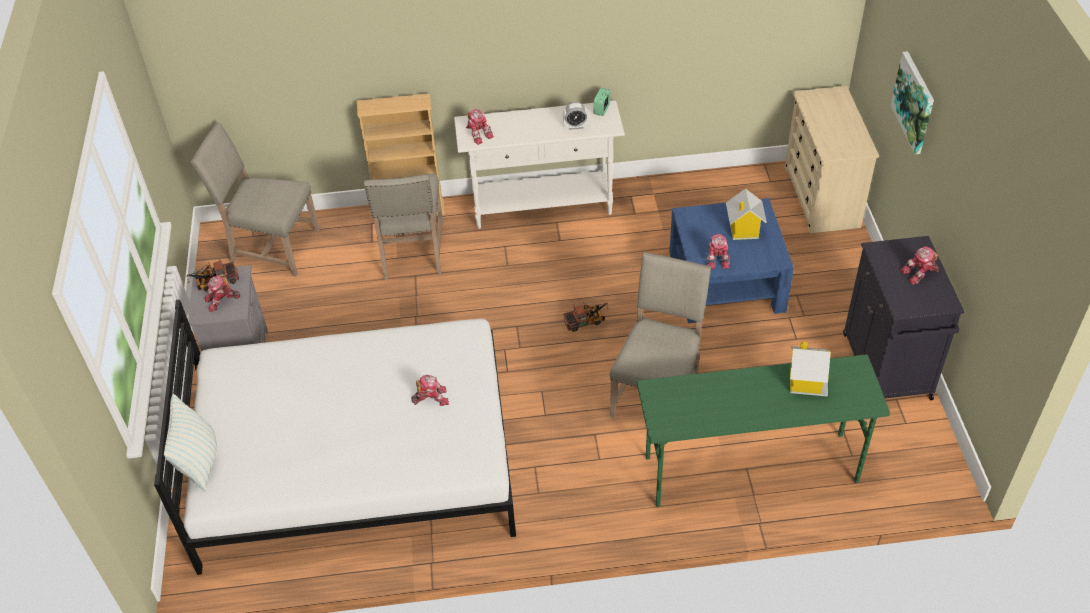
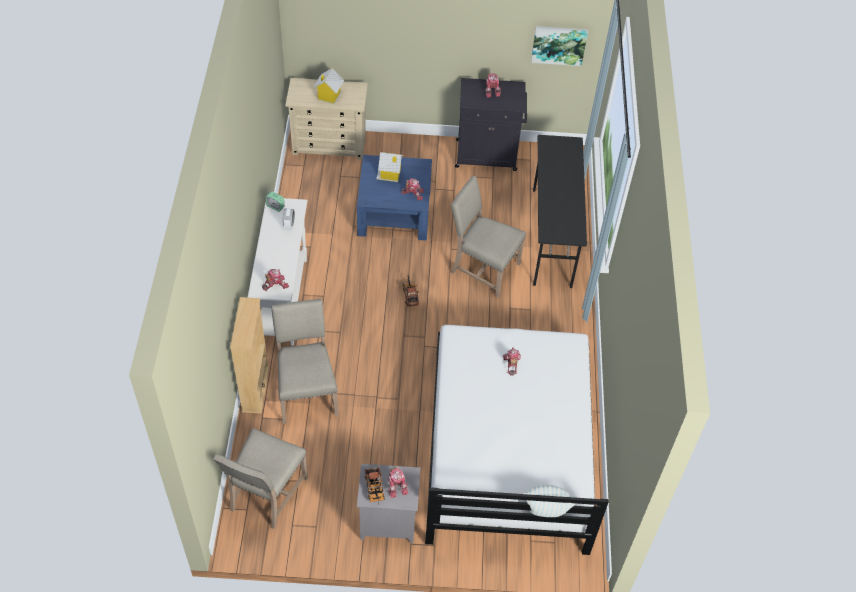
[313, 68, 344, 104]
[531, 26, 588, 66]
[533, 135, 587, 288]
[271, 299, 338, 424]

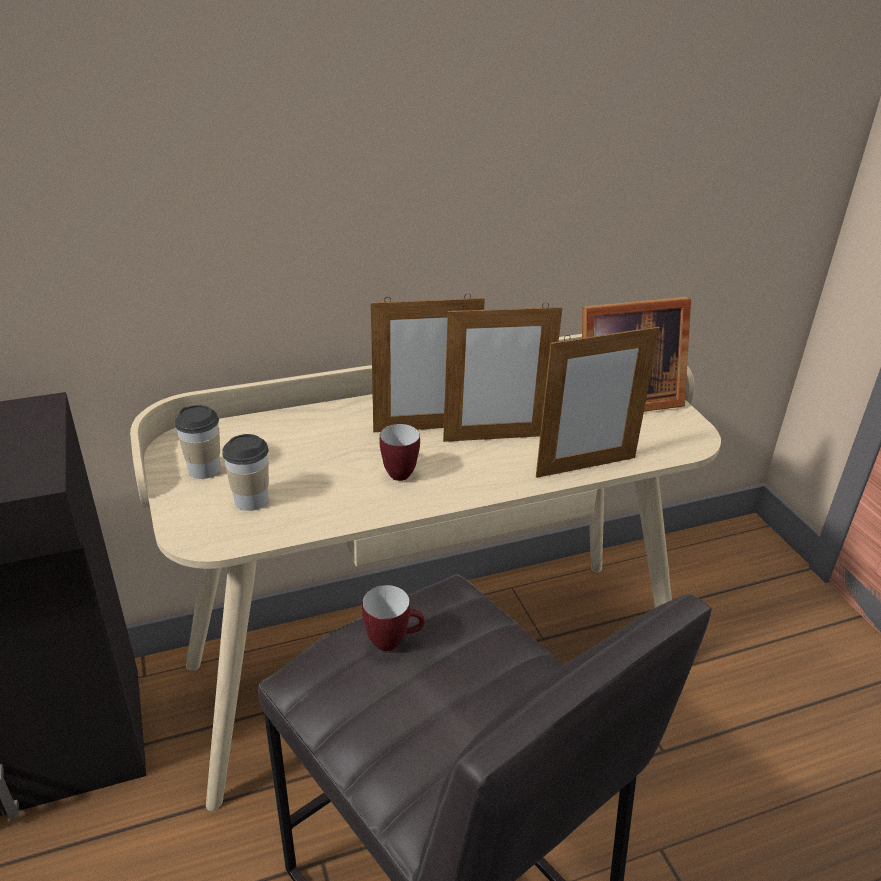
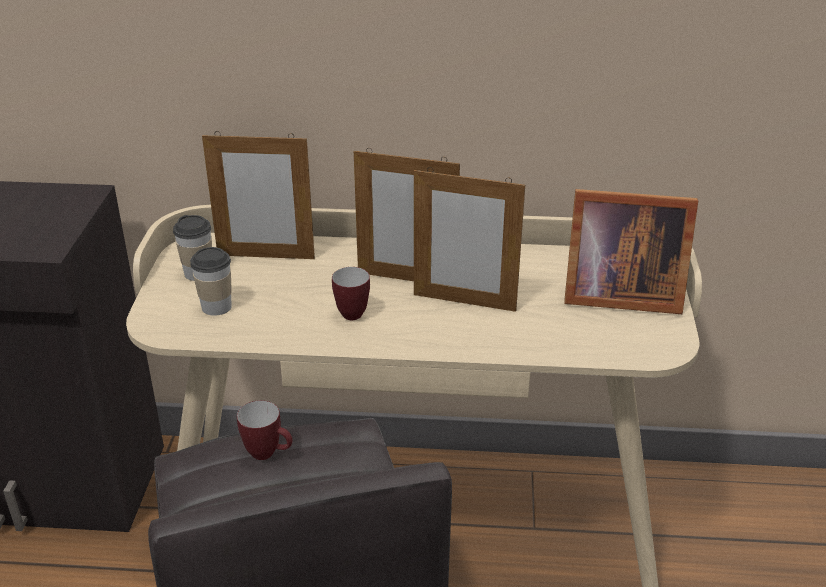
[202, 131, 315, 259]

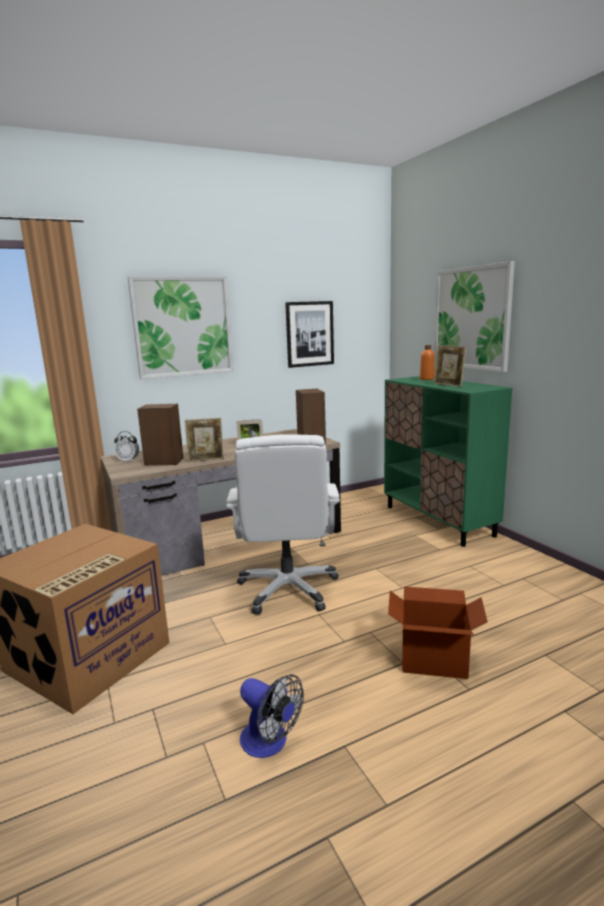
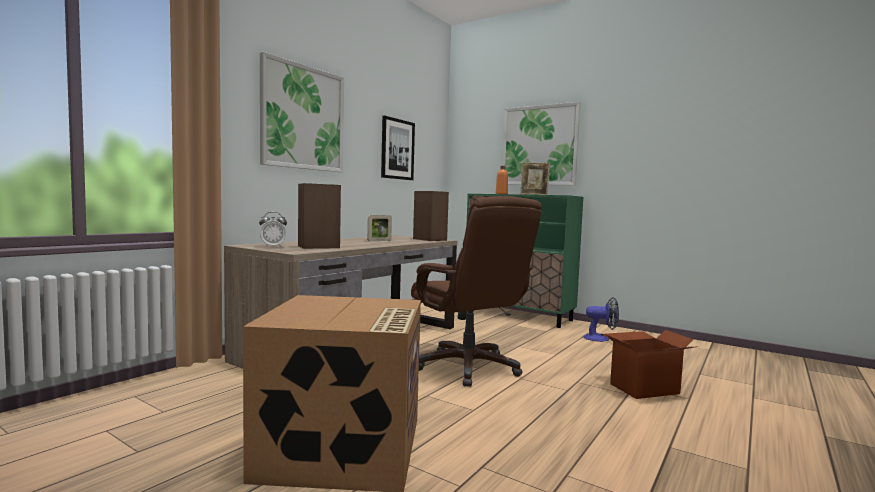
[185, 418, 224, 462] (first image)
[583, 297, 619, 342]
[411, 196, 542, 387]

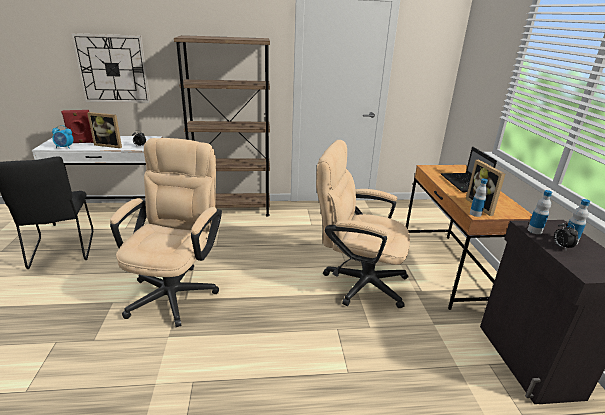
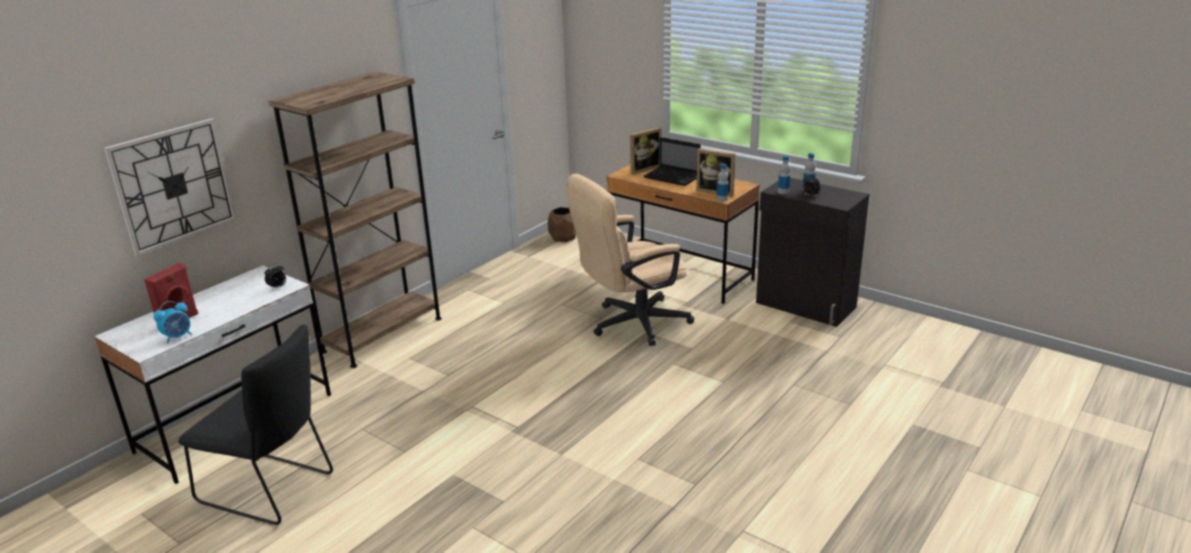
[110, 138, 222, 327] (first image)
[548, 207, 576, 242]
[630, 127, 662, 175]

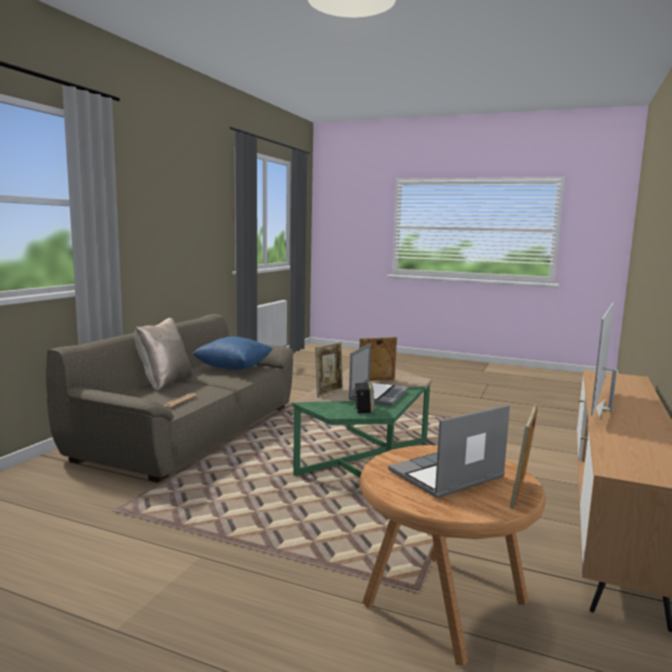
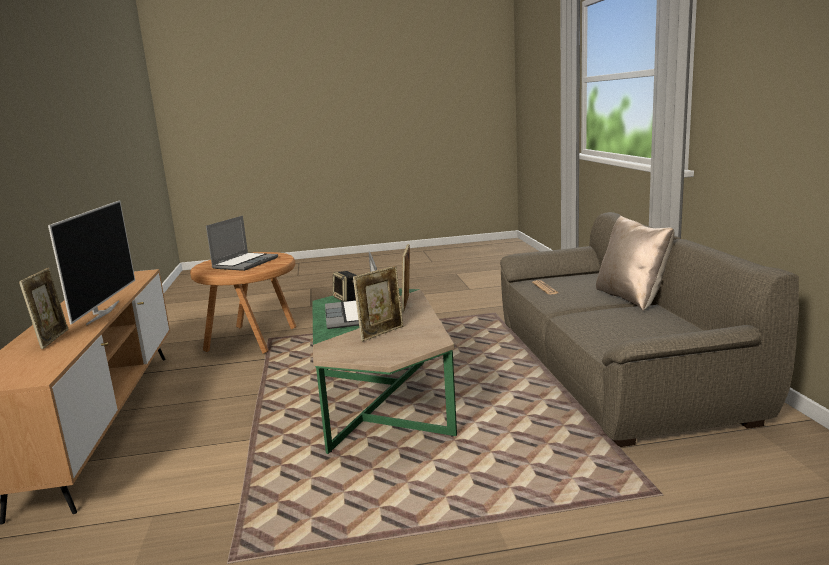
[192, 337, 272, 370] (first image)
[19, 268, 68, 349]

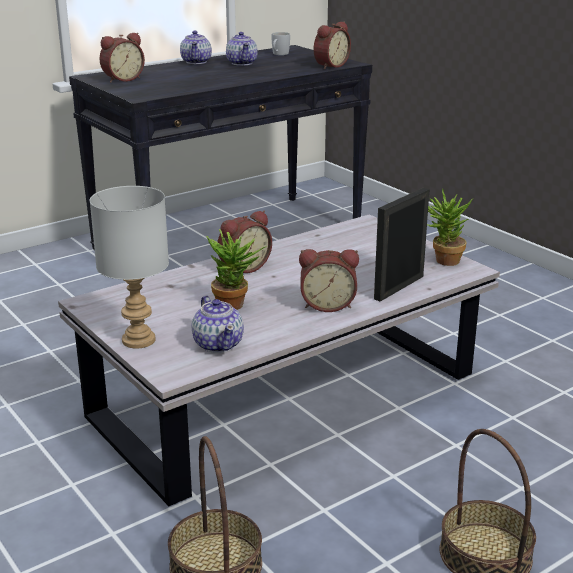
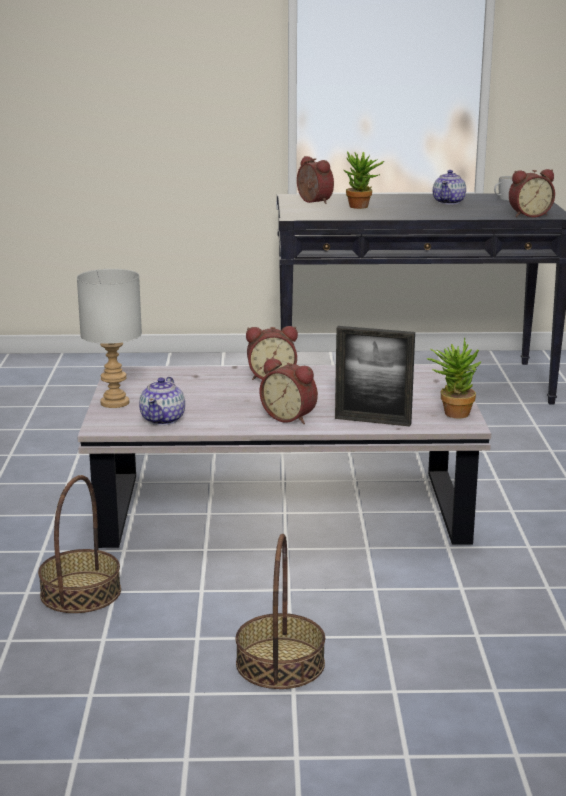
[180, 31, 212, 64] (first image)
[344, 152, 384, 209]
[297, 156, 334, 204]
[335, 326, 415, 427]

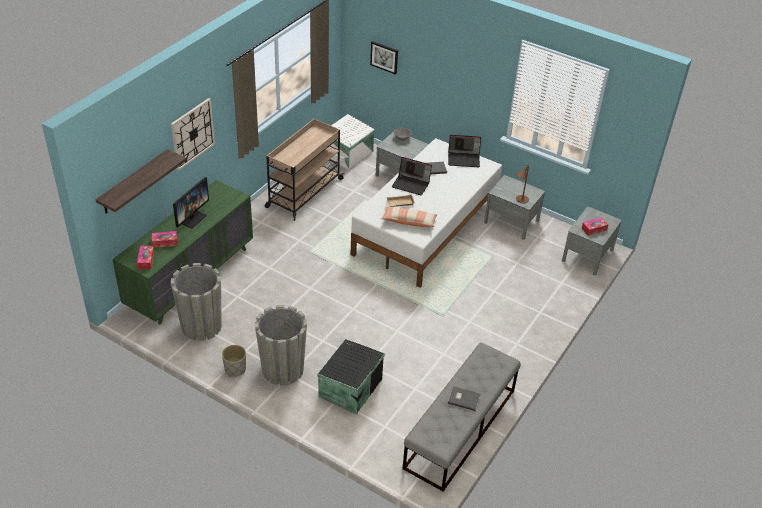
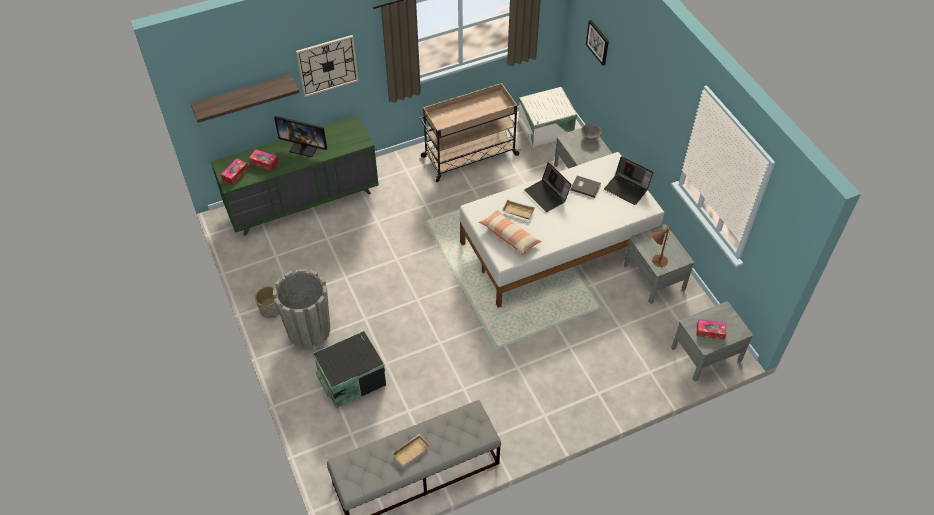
[171, 263, 222, 341] (first image)
[392, 434, 430, 466]
[274, 116, 327, 157]

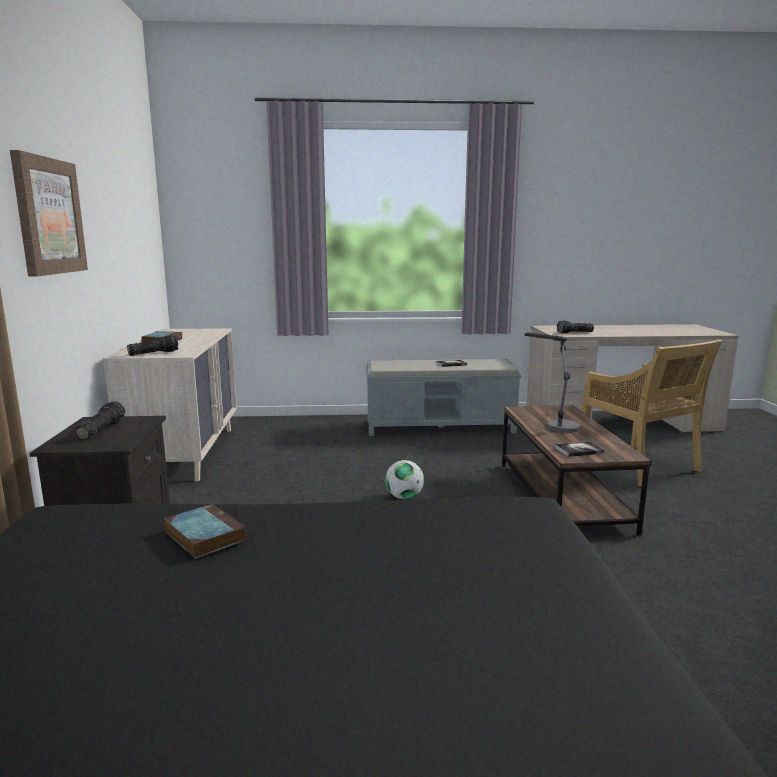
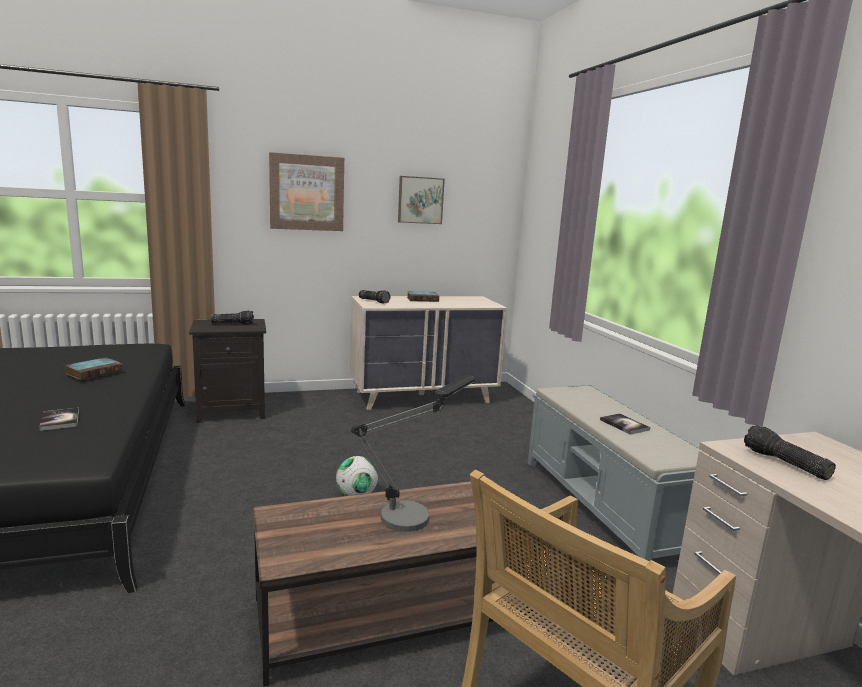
[398, 176, 445, 224]
[39, 408, 79, 431]

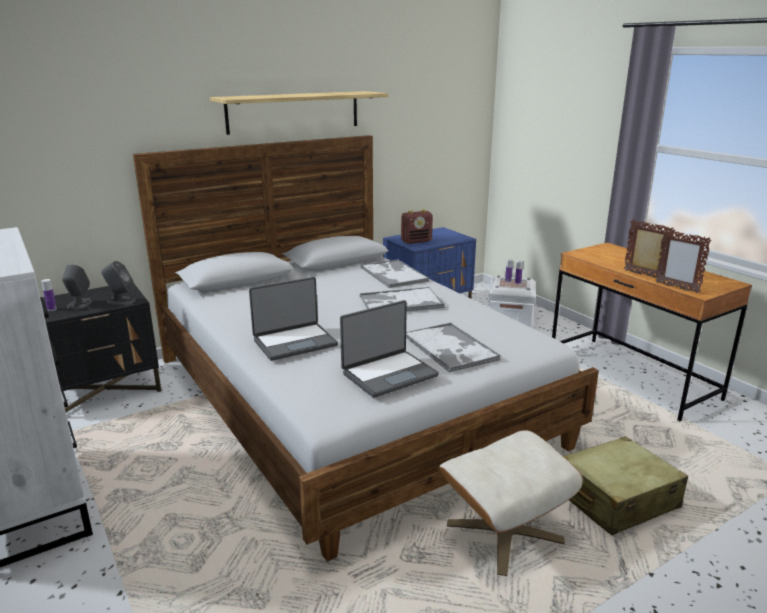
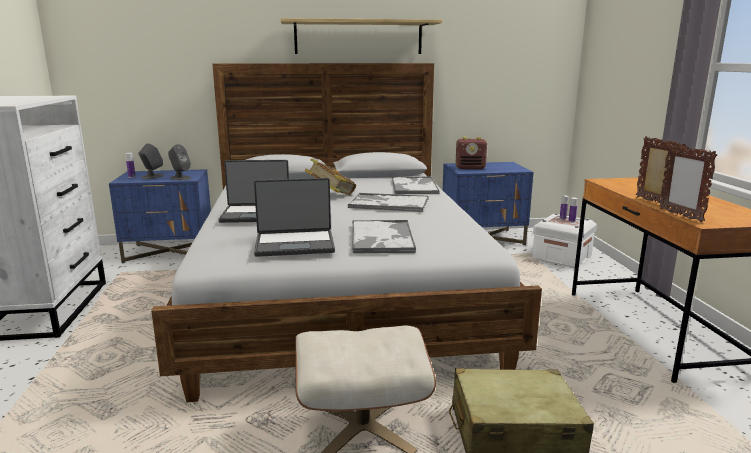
[304, 158, 356, 195]
[109, 169, 211, 263]

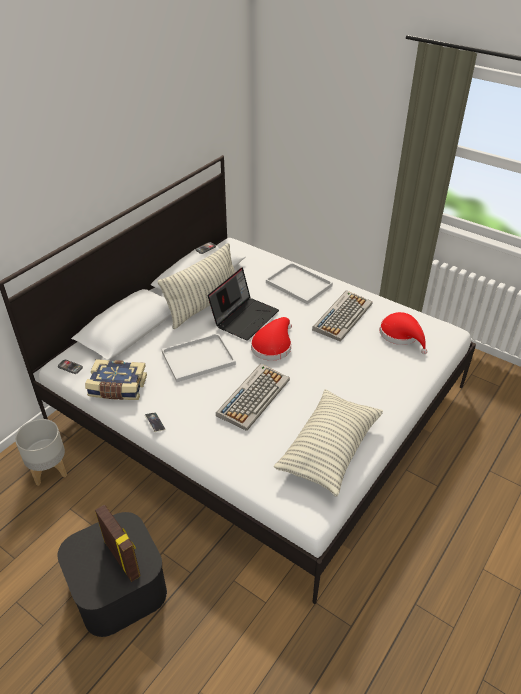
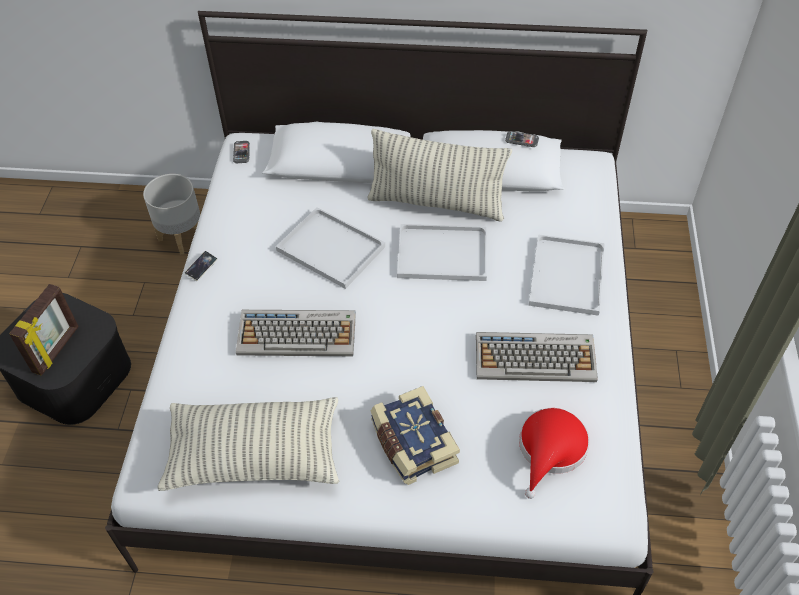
[251, 317, 292, 361] (first image)
[371, 386, 460, 485]
[397, 224, 487, 281]

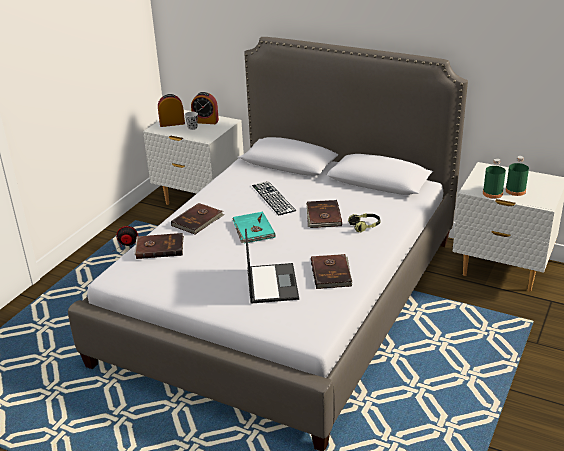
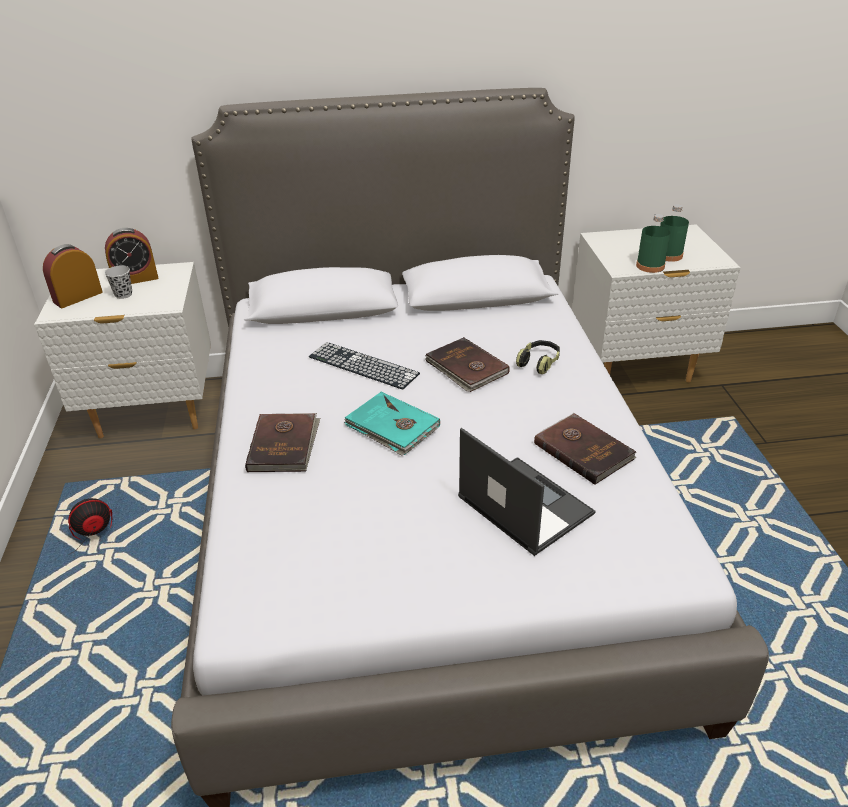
[134, 233, 184, 259] (first image)

